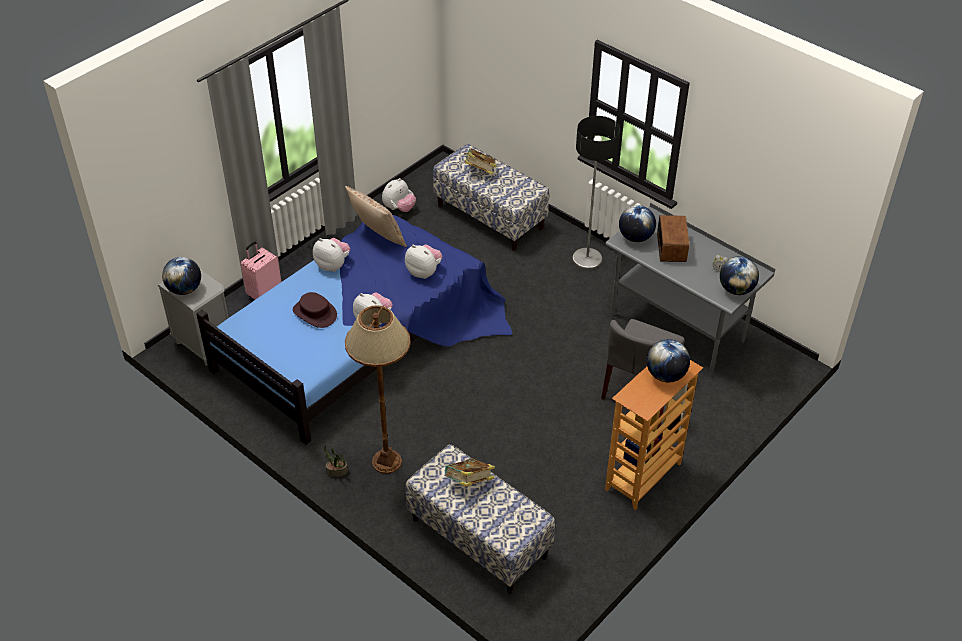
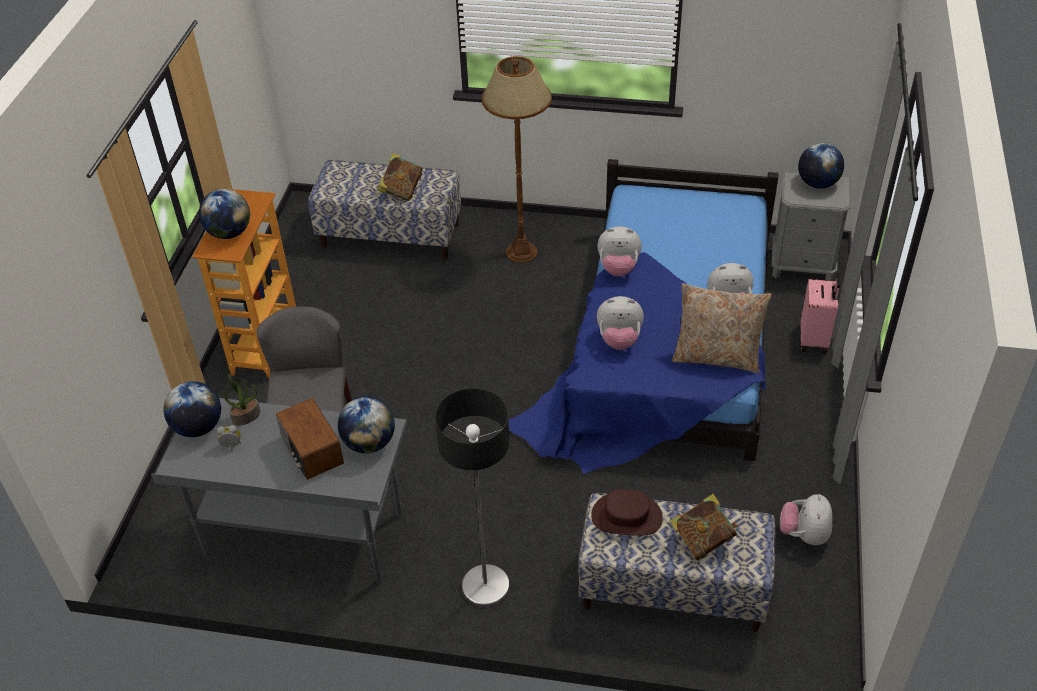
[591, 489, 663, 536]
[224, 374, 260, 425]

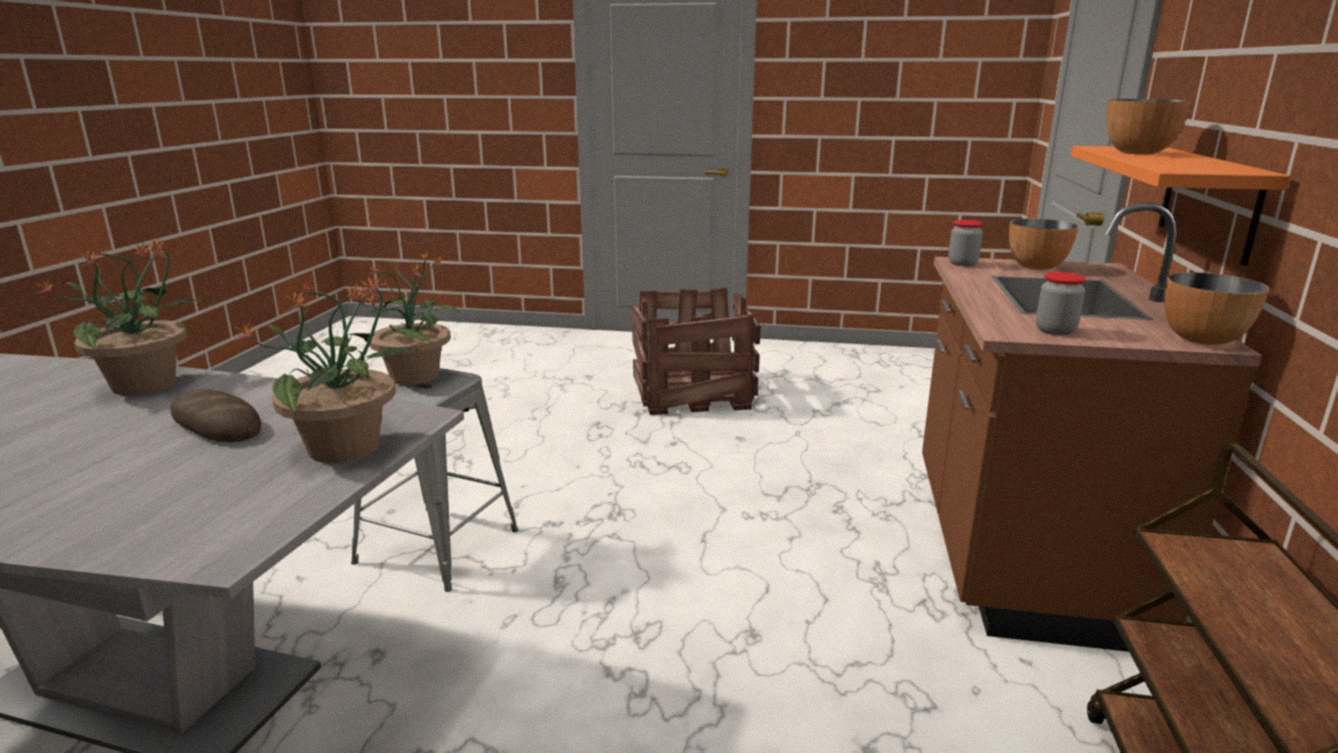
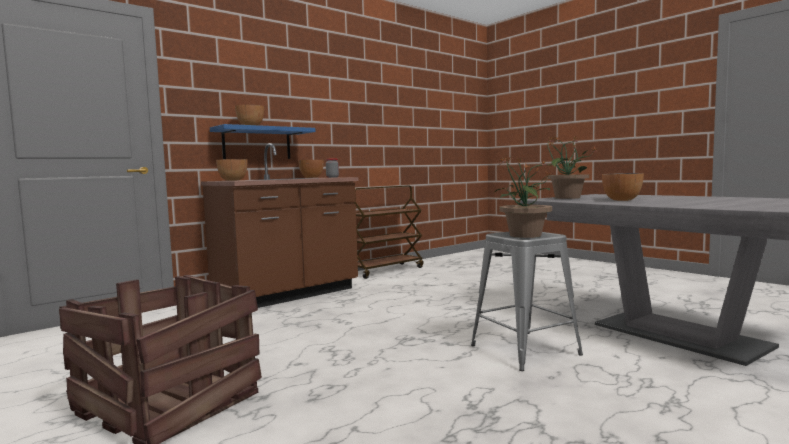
[36, 237, 210, 395] (first image)
[949, 220, 983, 266] (first image)
[602, 173, 644, 201]
[210, 124, 315, 159]

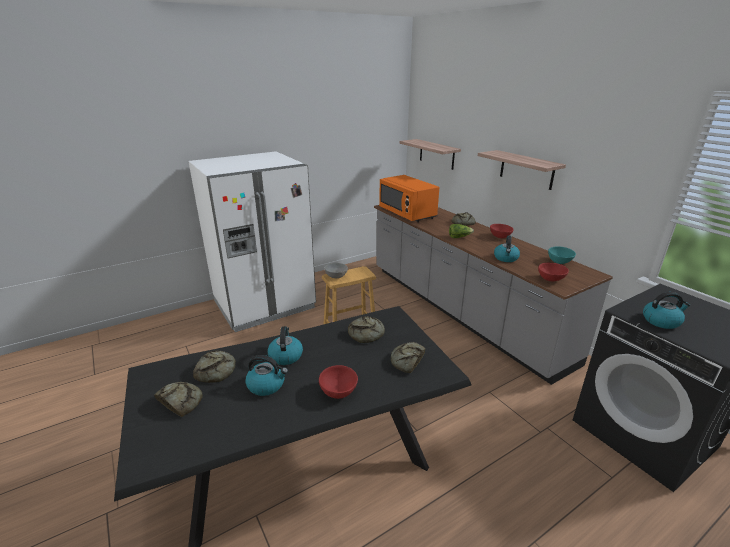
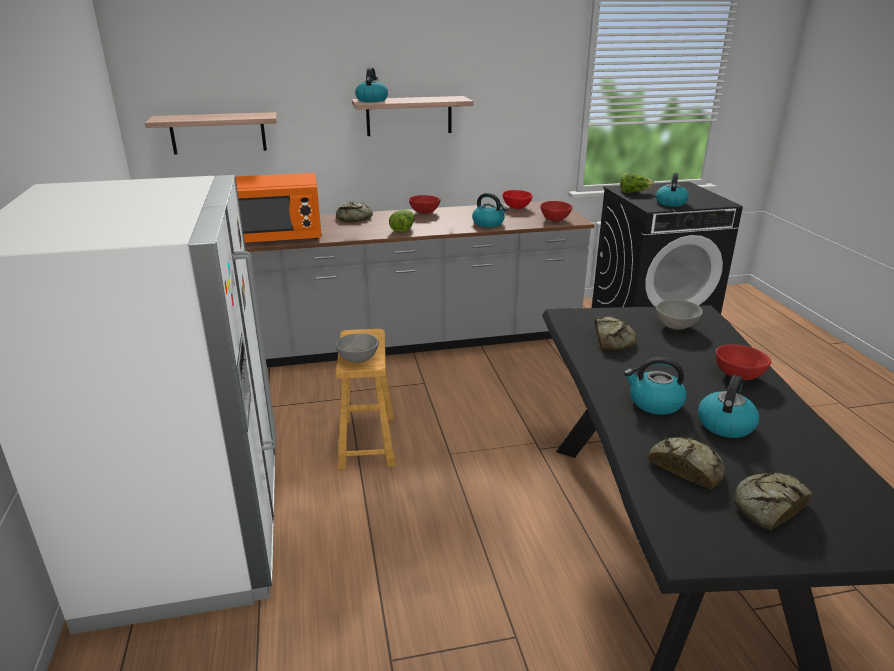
[355, 67, 388, 102]
[620, 173, 654, 193]
[656, 300, 703, 330]
[502, 190, 533, 209]

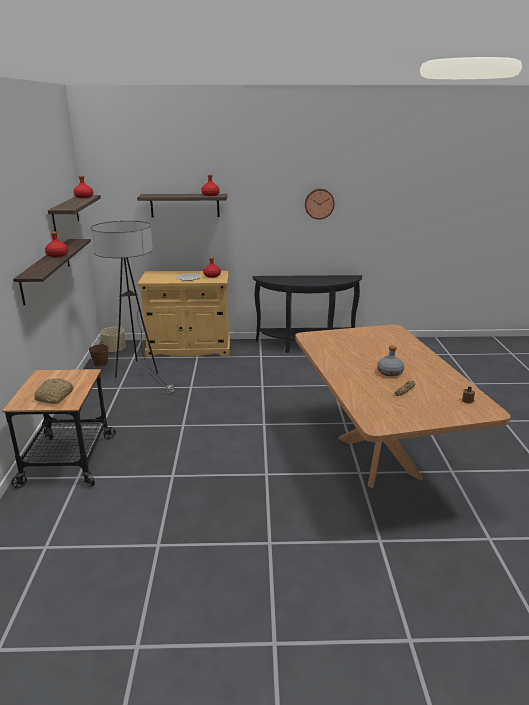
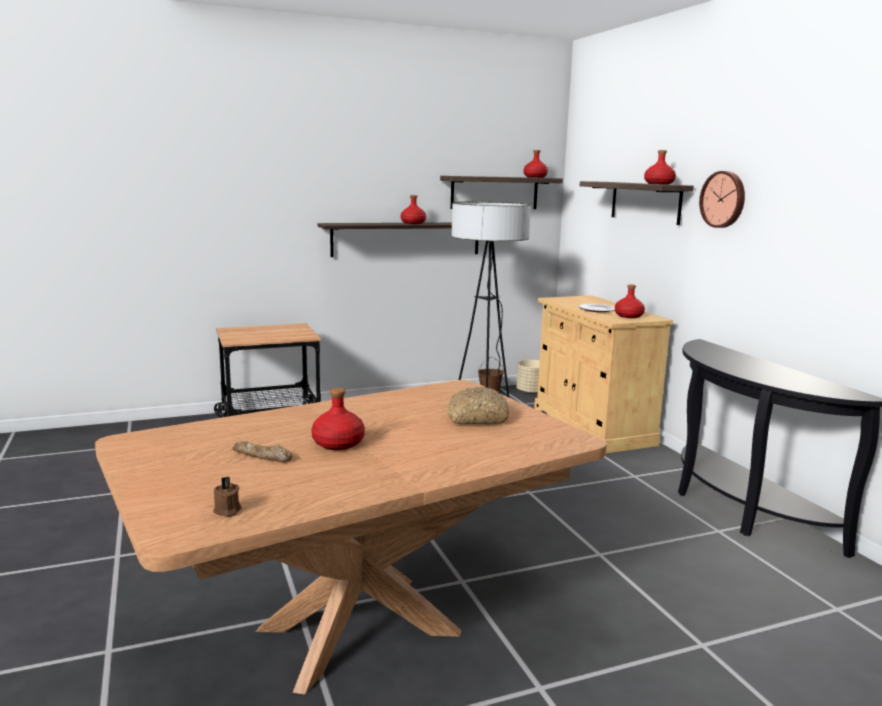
[448, 387, 509, 424]
[699, 171, 745, 228]
[311, 388, 365, 450]

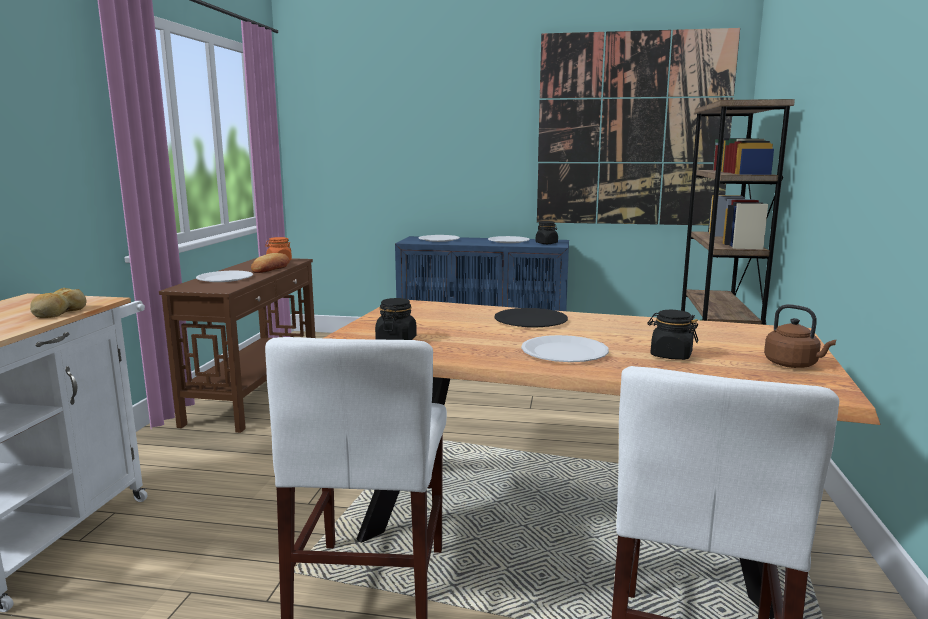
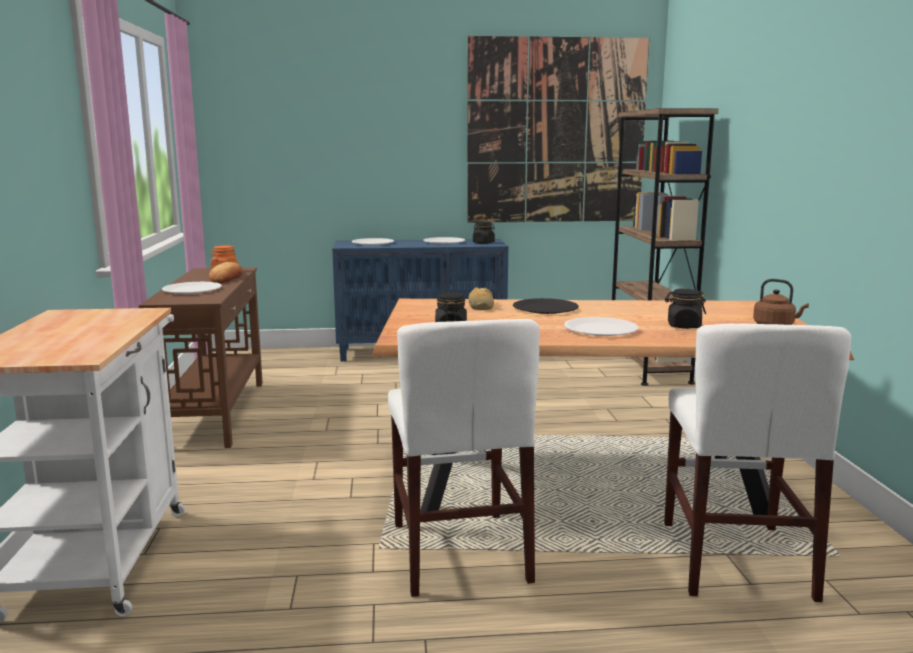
[468, 287, 494, 310]

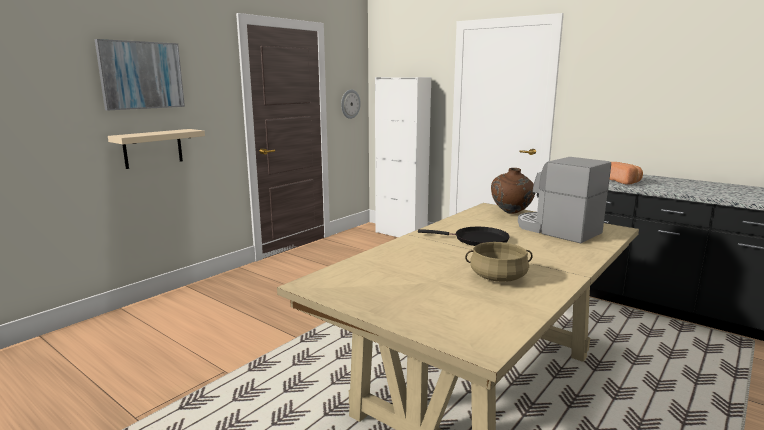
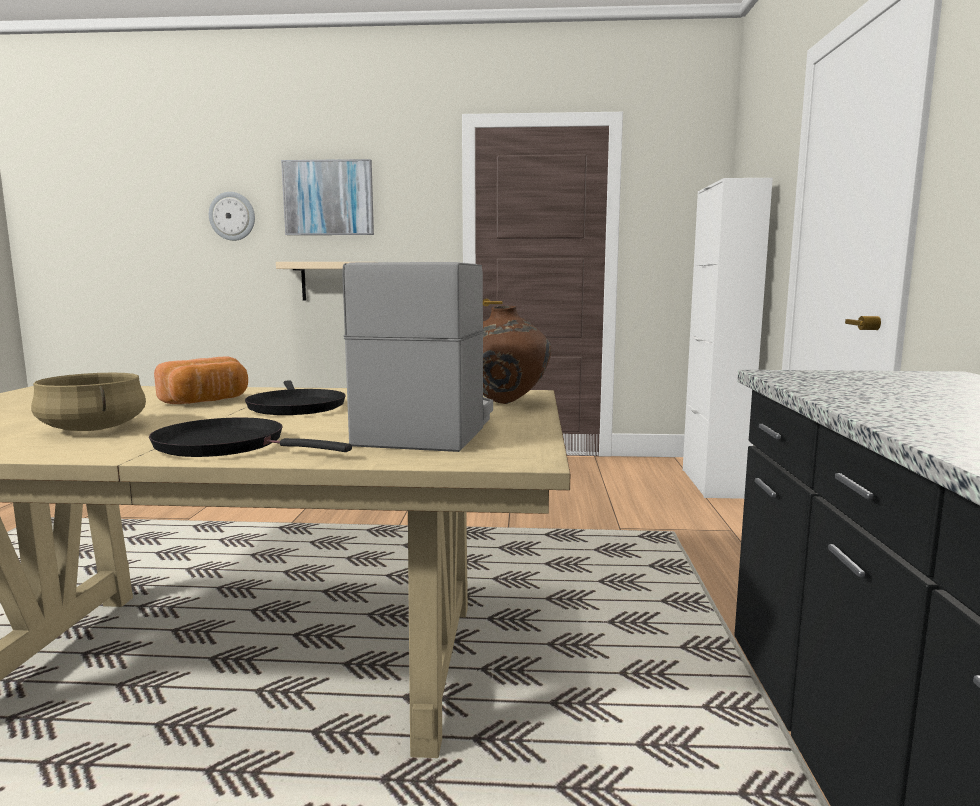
[149, 417, 352, 457]
[209, 192, 255, 241]
[154, 356, 248, 404]

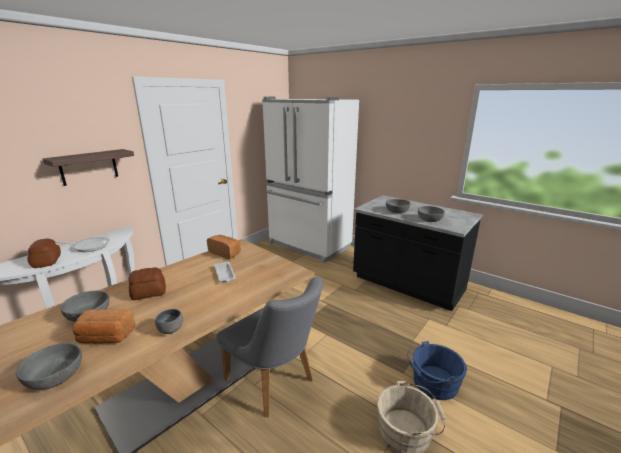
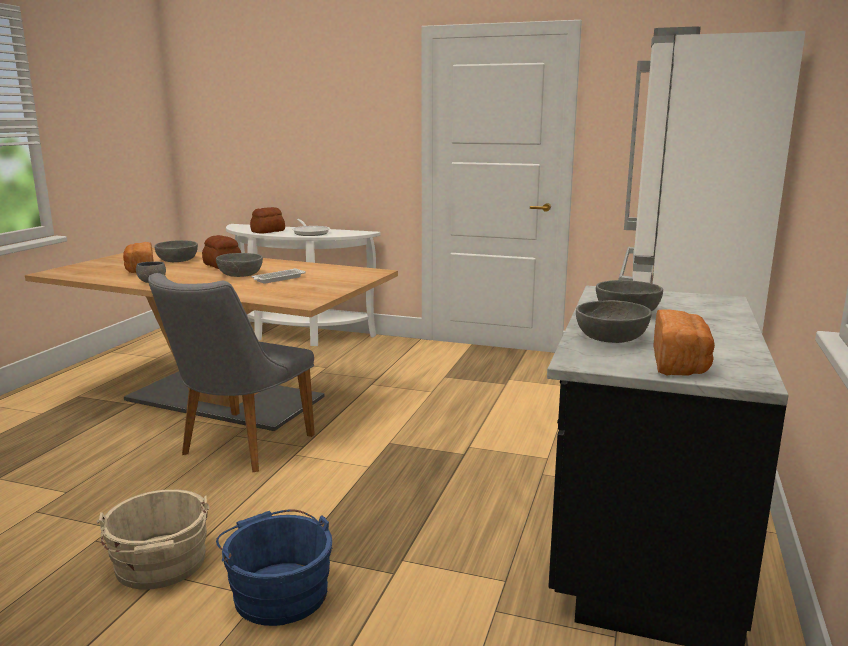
[43, 149, 134, 186] (first image)
[216, 253, 263, 277]
[653, 309, 715, 376]

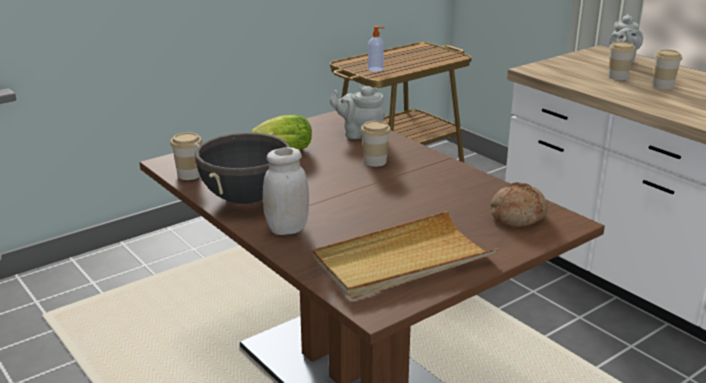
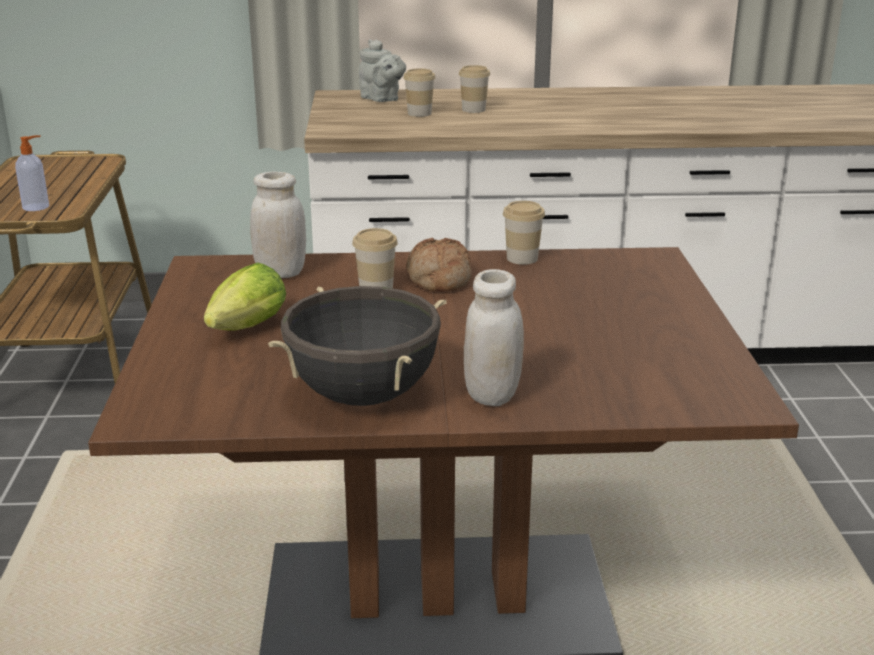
[313, 211, 499, 299] (first image)
[503, 201, 545, 265]
[406, 238, 472, 292]
[250, 172, 306, 278]

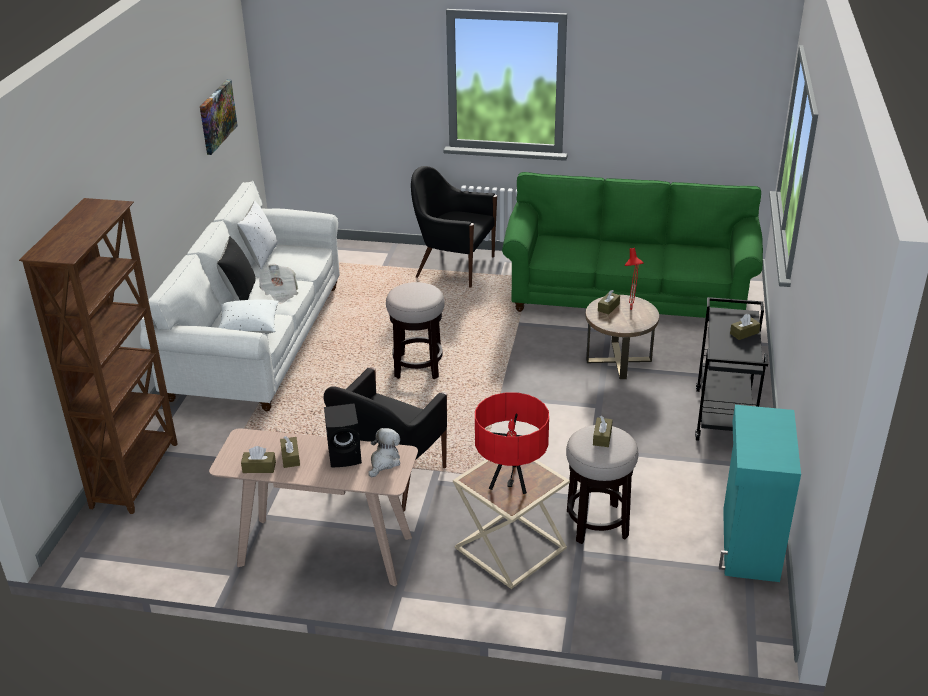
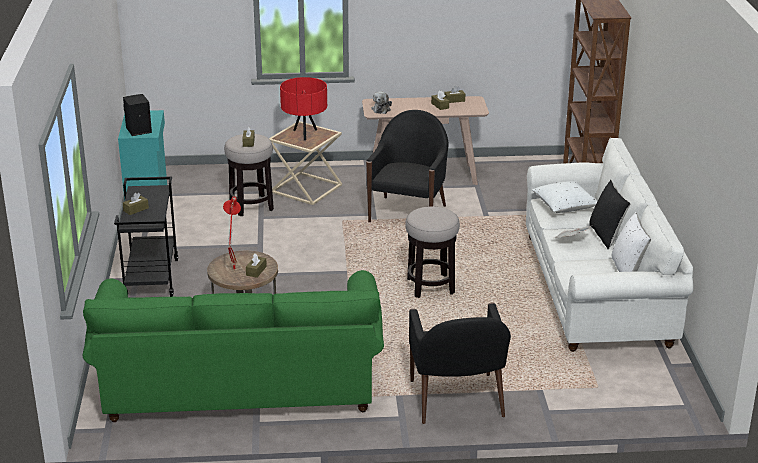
[200, 79, 238, 155] (first image)
[123, 94, 152, 136]
[409, 303, 511, 424]

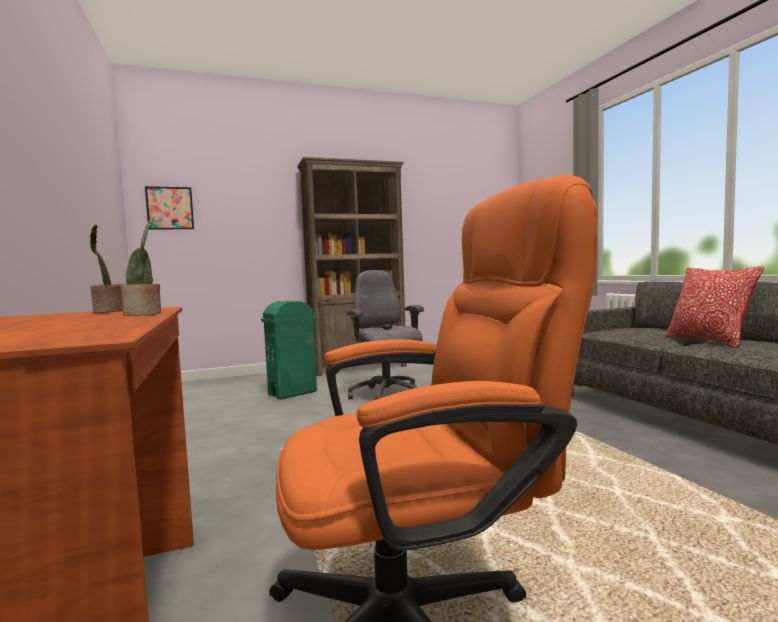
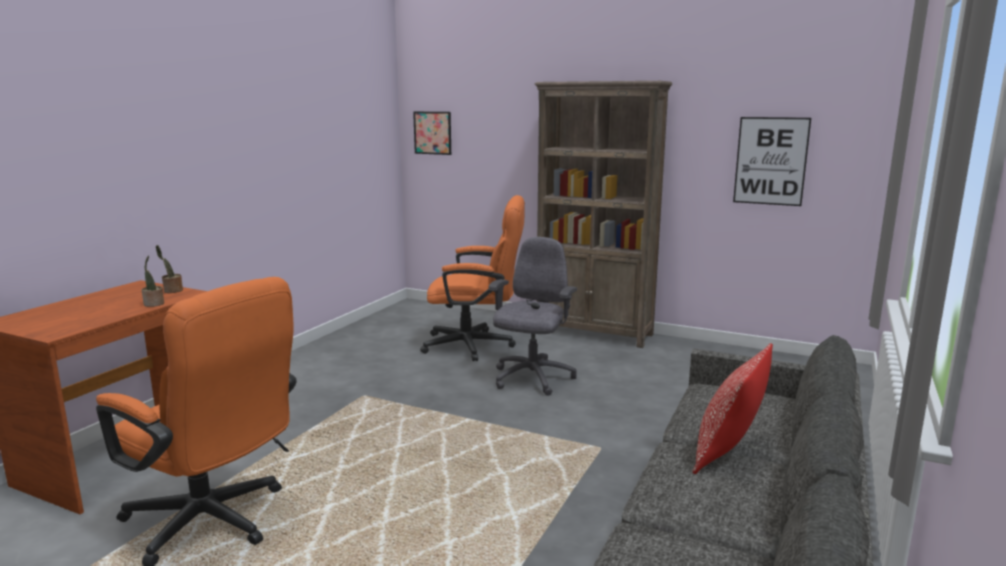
[733, 117, 811, 206]
[420, 195, 525, 361]

